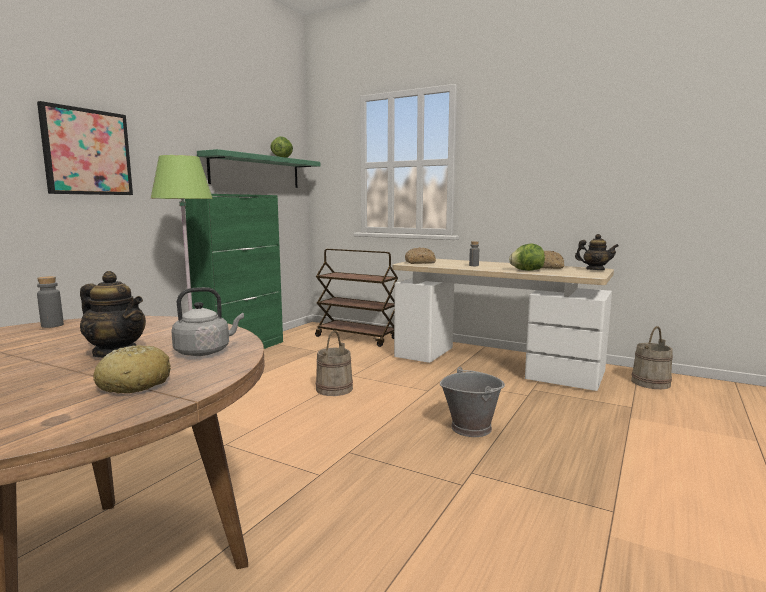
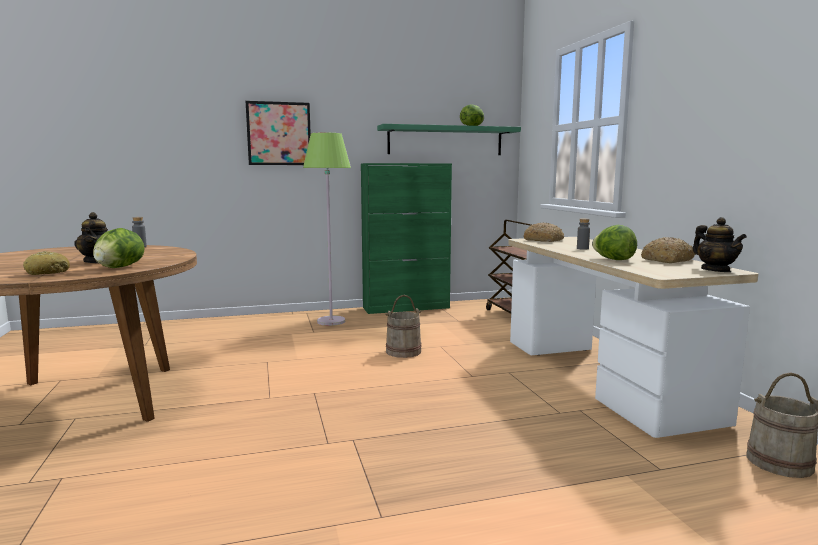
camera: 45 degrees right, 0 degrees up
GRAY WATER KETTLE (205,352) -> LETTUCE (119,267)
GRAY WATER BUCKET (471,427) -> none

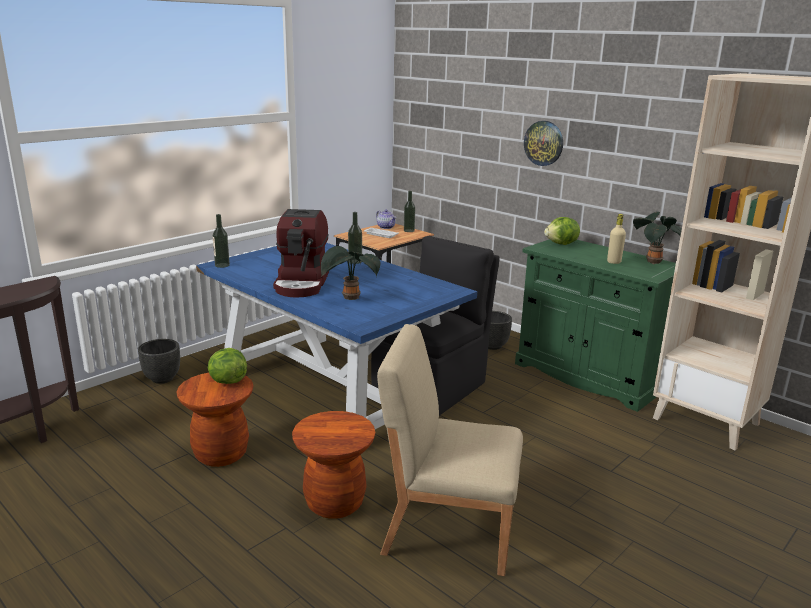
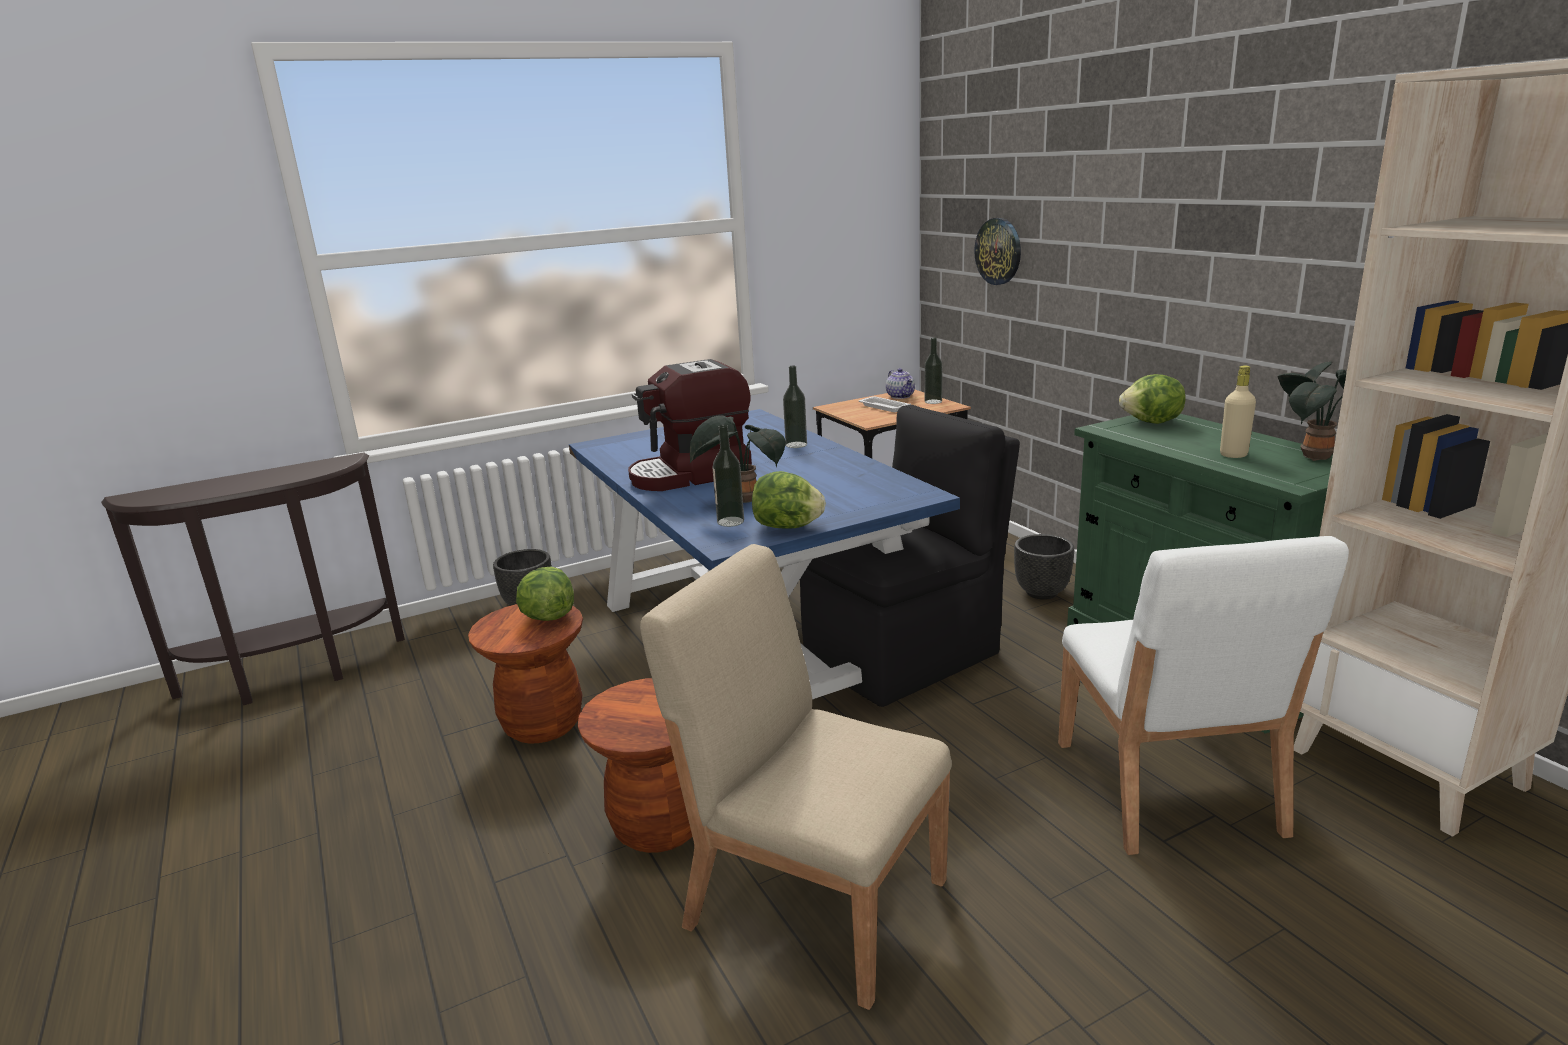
camera: 20 degrees right, 0 degrees up
HANGING CLOCK (544,143) -> HANGING CLOCK (998,251), moved
COFFEE BREWER (302,283) -> COFFEE BREWER (692,475), 45 degrees clockwise
DRINK BOTTLE (222,265) -> DRINK BOTTLE (730,521), moved
none -> LETTUCE (787,527)
none -> WHITE-COLOURED CHAIR (1166,788)

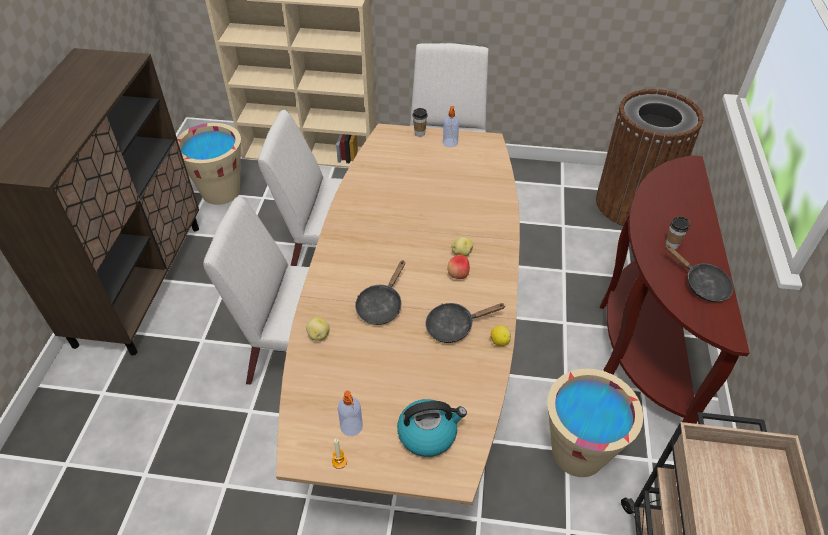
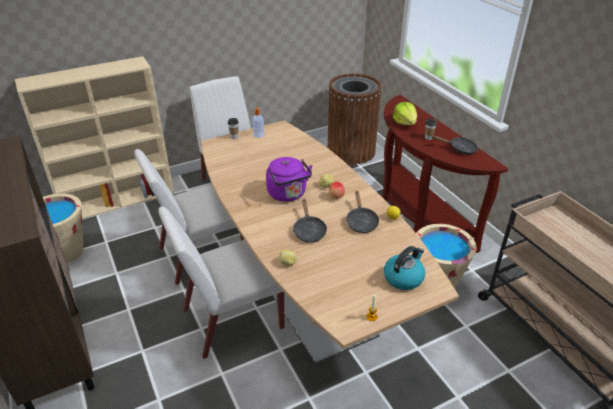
camera: 35 degrees left, 10 degrees down
BLACK-COLOURED FRYING PAN (454,326) -> BLACK-COLOURED FRYING PAN (361,222), 45 degrees counterclockwise
SOAP DISPENSER (352,427) -> none
none -> LETTUCE (405,122)
none -> PURPLE WATER KETTLE (288,194)

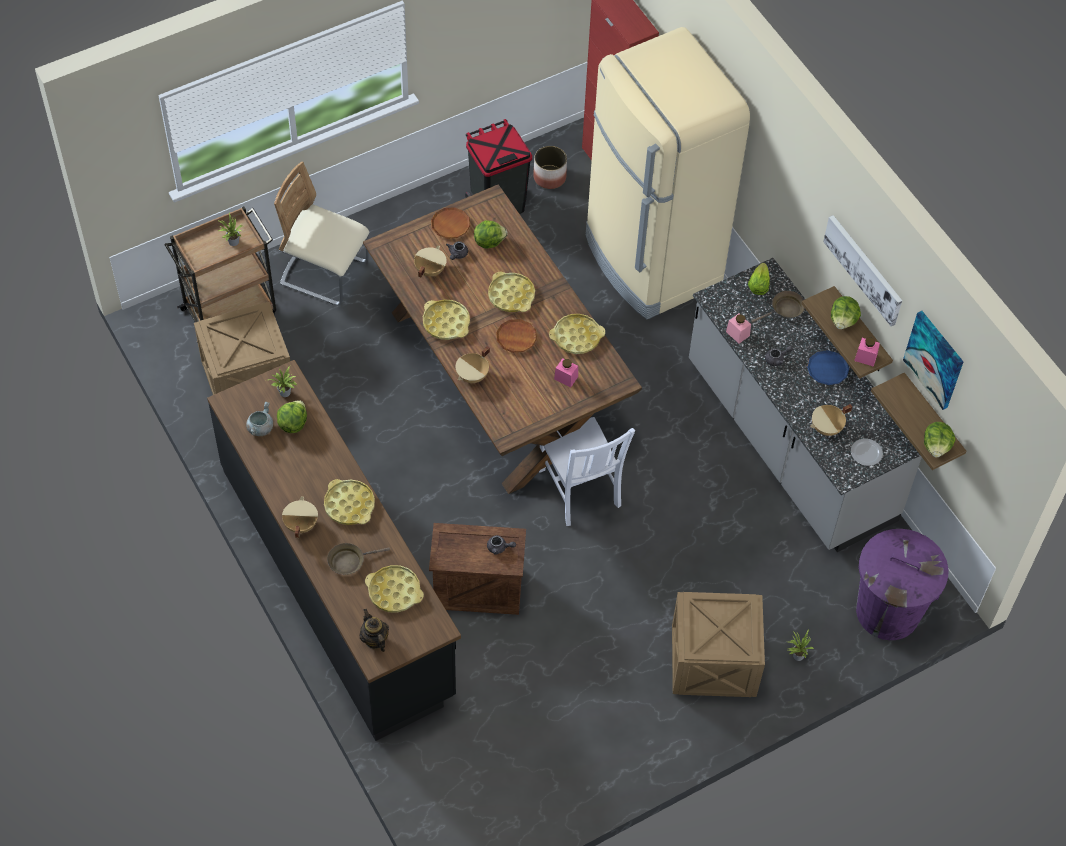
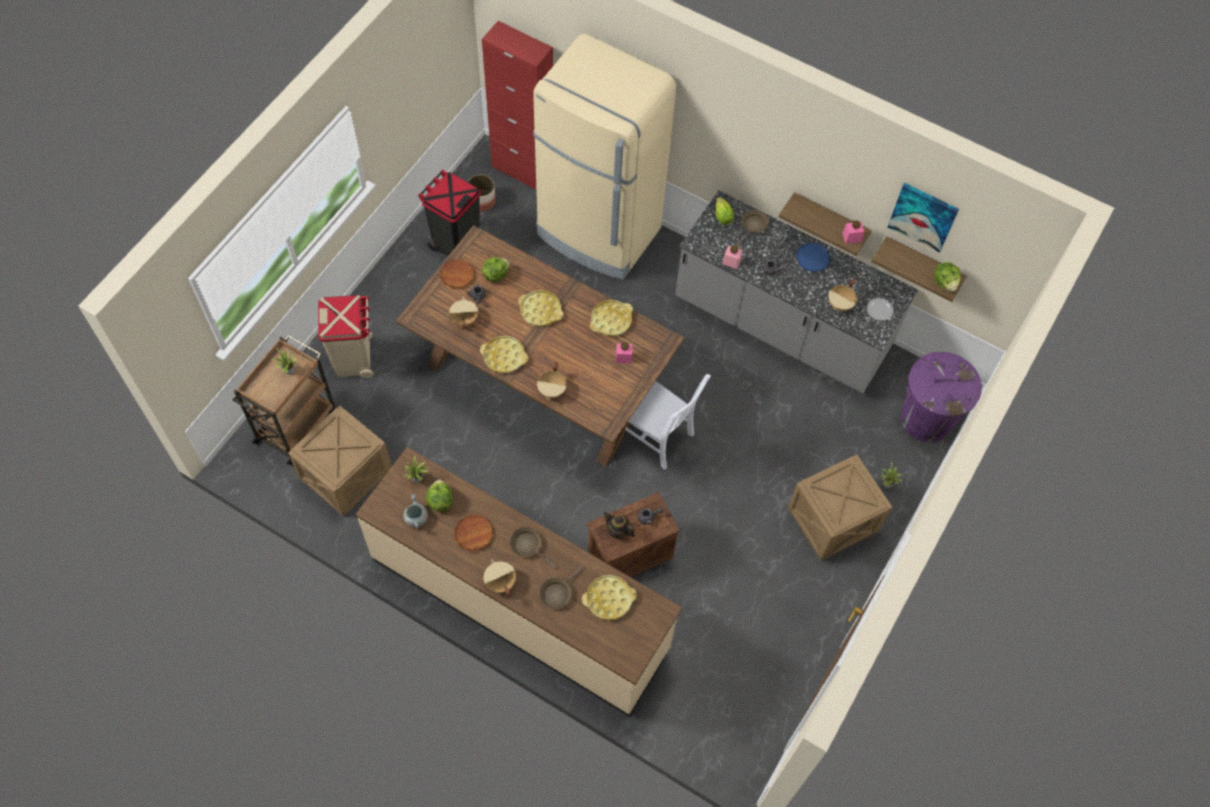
camera: 30 degrees left, 5 degrees up
BEIGE-COLOURED CHAIR (325,273) -> BEIGE-COLOURED WASTE BIN (354,358)
WALL PICTURE (864,269) -> none
LETTUCE (843,321) -> none
BROWN DINNER PLATE (516,338) -> BROWN DINNER PLATE (473,534), moved
BLACK-COLOURED KITCHEN COUNTER (338,581) -> BEIGE-COLOURED KITCHEN COUNTER (520,603)
YELLOWISH SERVING TRAY (349,505) -> BROWN FRYING PAN (528,546)
TEAPOT (374,640) -> TEAPOT (618,531), moved

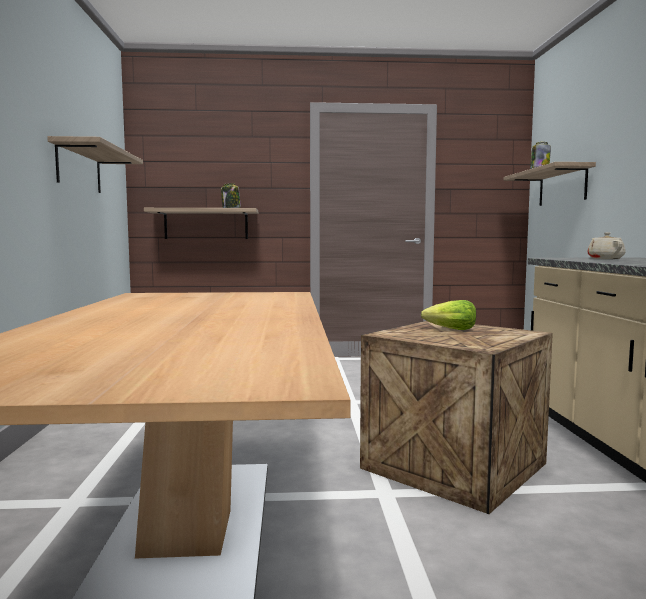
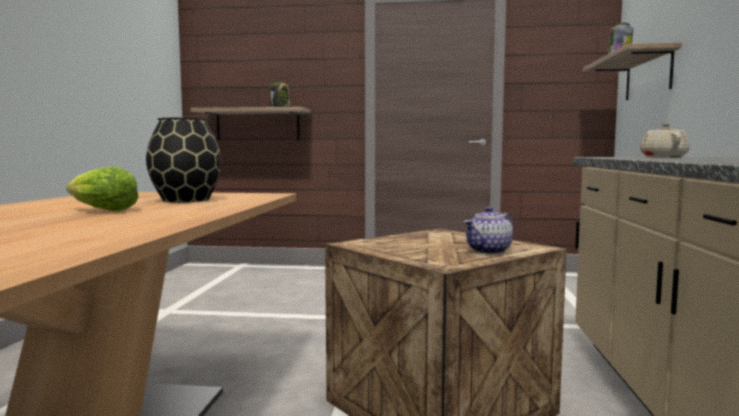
camera: 10 degrees right, 0 degrees up
BRACKET SHELF (79,168) -> none
LETTUCE (451,330) -> LETTUCE (101,210), moved
none -> BLACK-COLOURED DECORATIVE VASE (186,200)
none -> TEAPOT (489,251)

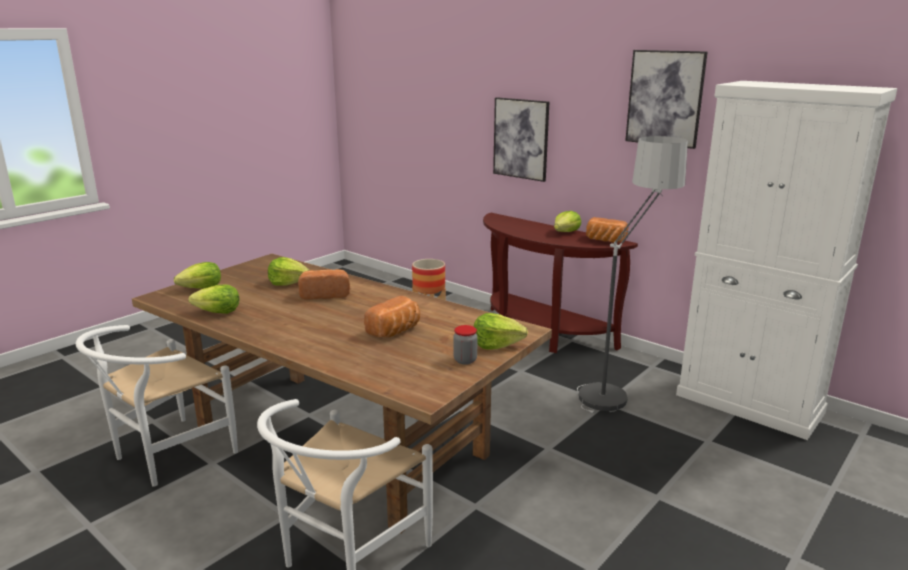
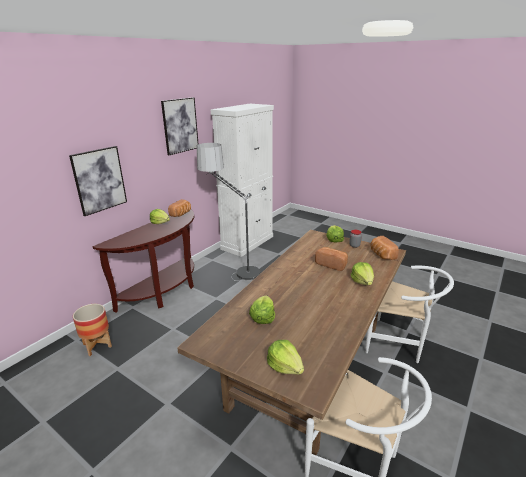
camera: 95 degrees left, 5 degrees up
BREAD (325,294) -> BREAD (381,255), moved
LETTUCE (218,312) -> LETTUCE (362,281), moved

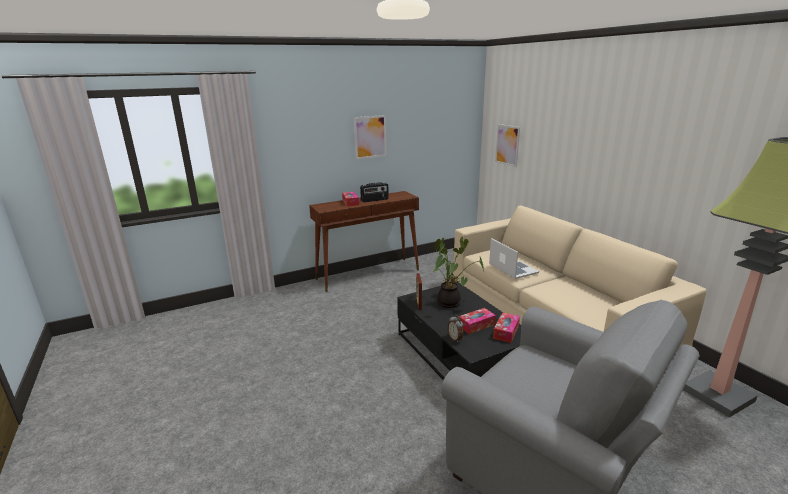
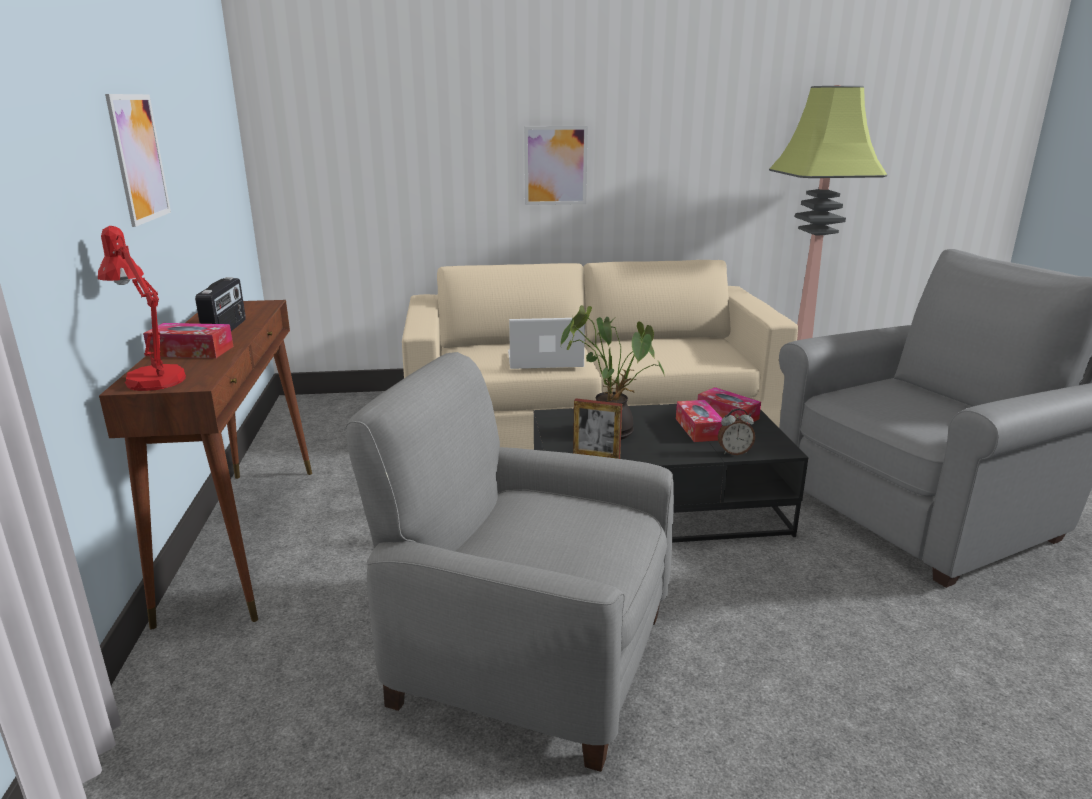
camera: 70 degrees left, 0 degrees up
WALL PICTURE (507,145) -> WALL PICTURE (555,165), moved
none -> RED TABLETOP LAMP (151,378)
none -> GRAY LOUNGE CHAIR (528,656)

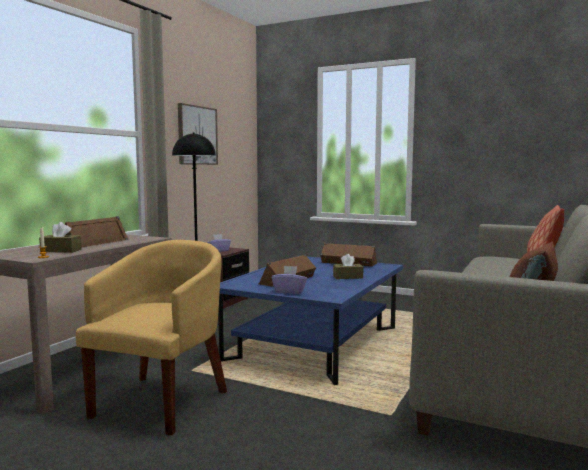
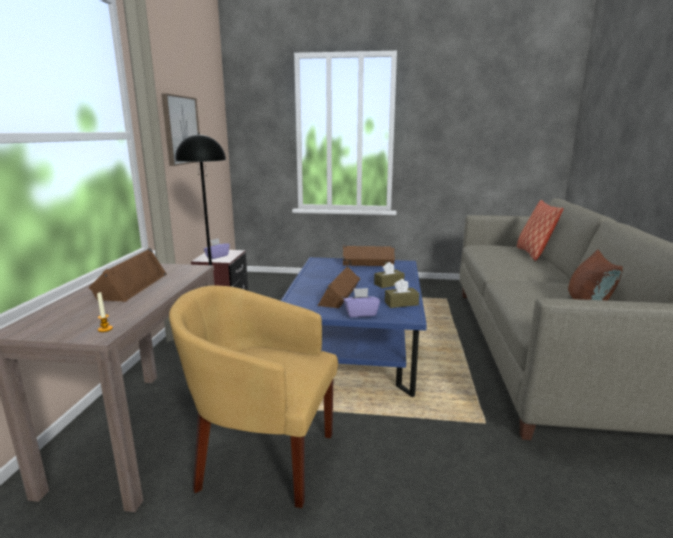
camera: 20 degrees left, 10 degrees up
BROWN BOX OF TISSUES (61,250) -> BROWN BOX OF TISSUES (401,303), moved
YELLOWISH LOUNGE CHAIR (162,401) -> YELLOWISH LOUNGE CHAIR (262,456), 75 degrees counterclockwise

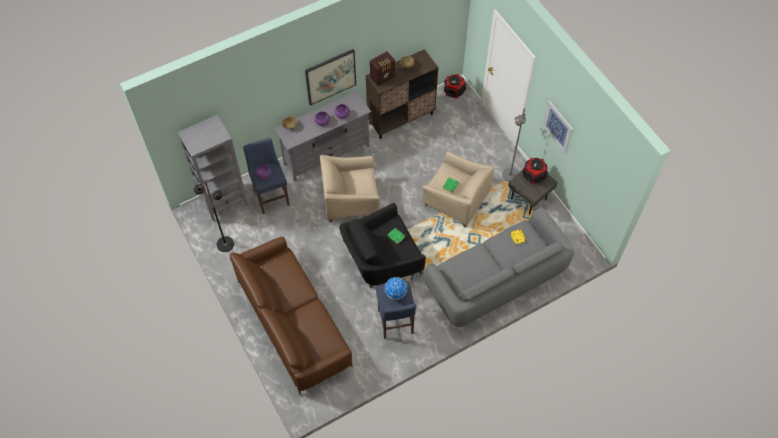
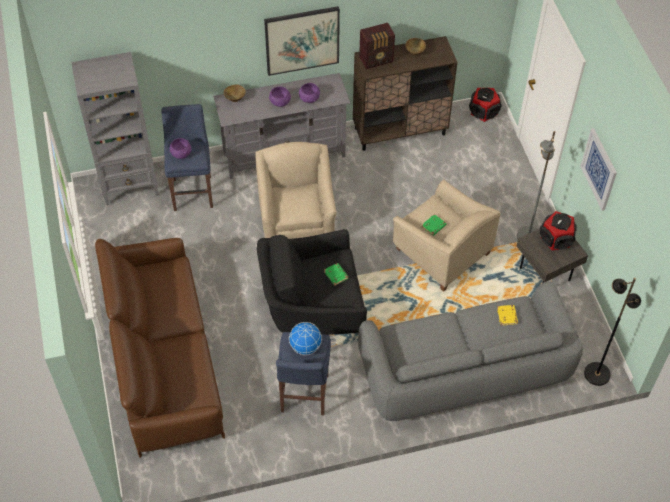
camera: 15 degrees right, 5 degrees down
BEIGE-COLOURED LOUNGE CHAIR (350,199) -> BEIGE-COLOURED LOUNGE CHAIR (297,218), 75 degrees clockwise
BLACK-COLOURED STANDARD LAMP (225,244) -> BLACK-COLOURED STANDARD LAMP (596,373), moved

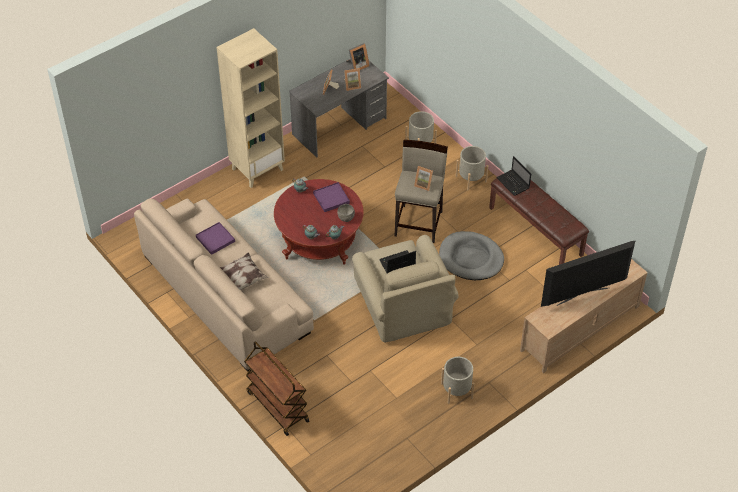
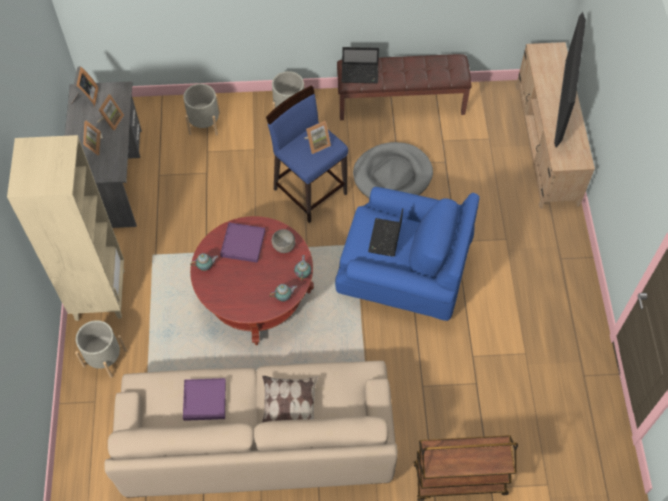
camera: 55 degrees left, 10 degrees up
BEIGE-COLOURED SITTING STOOL (419,223) -> BLUE SITTING STOOL (310,190)
BEIGE-COLOURED LOUNGE CHAIR (402,302) -> BLUE LOUNGE CHAIR (403,270)
GRAY PLANTER (456,391) -> GRAY PLANTER (104,358), moved

